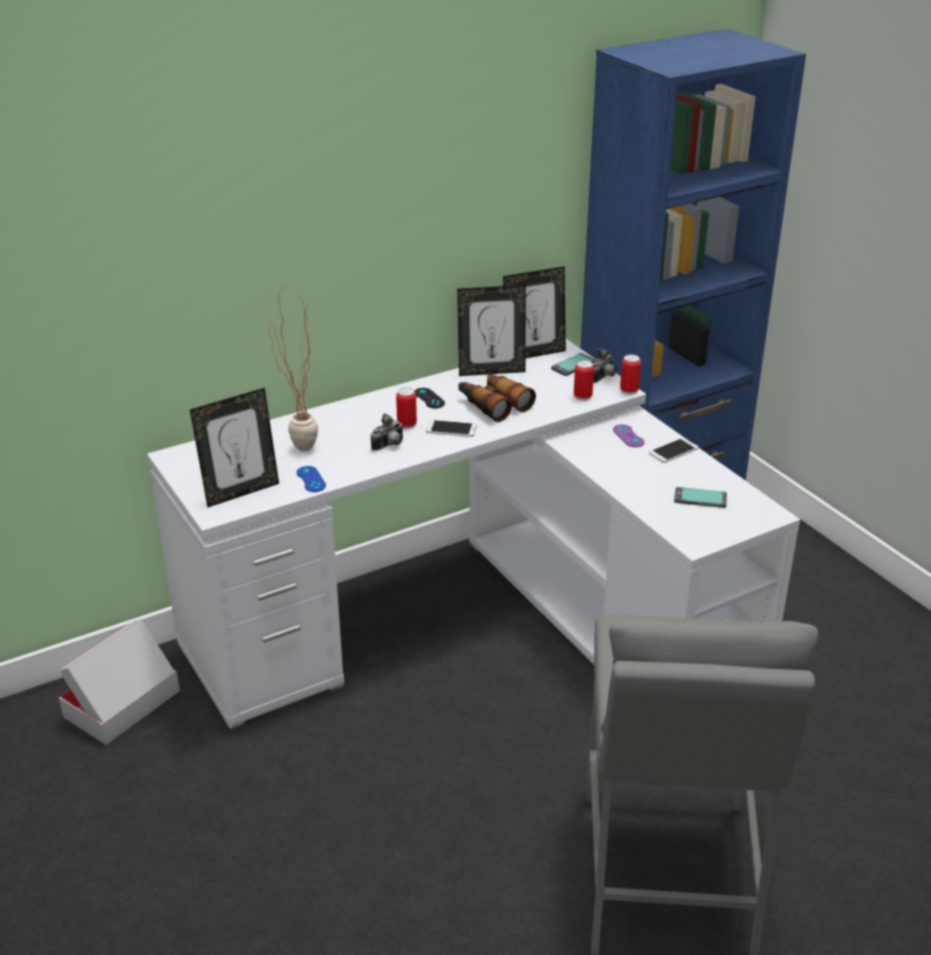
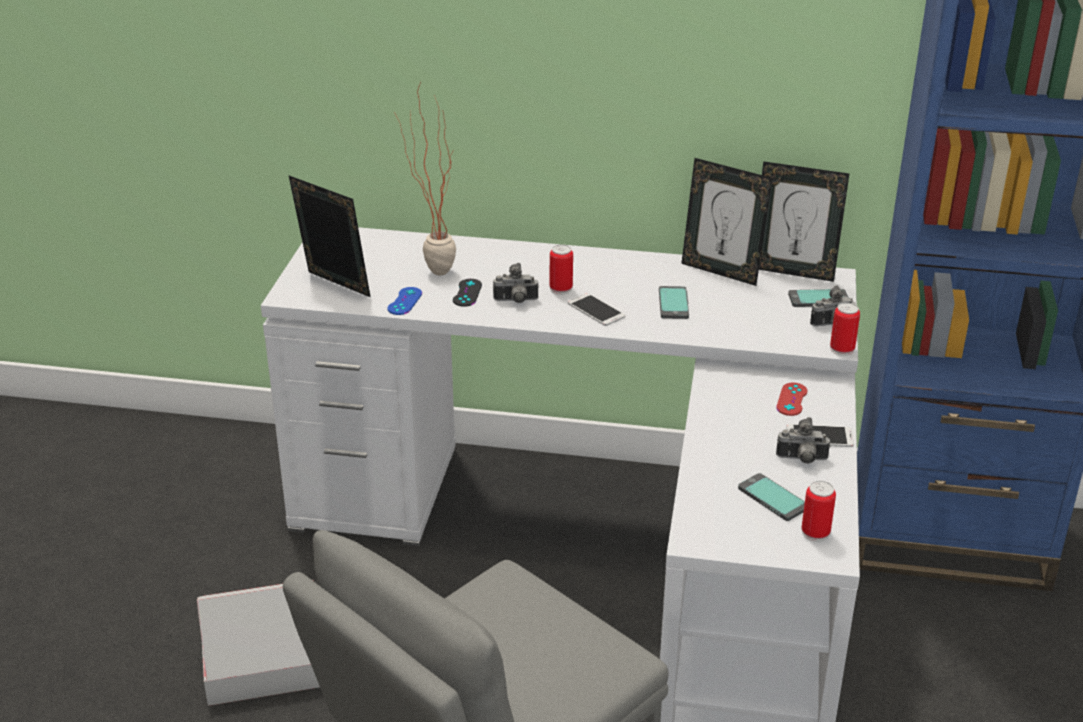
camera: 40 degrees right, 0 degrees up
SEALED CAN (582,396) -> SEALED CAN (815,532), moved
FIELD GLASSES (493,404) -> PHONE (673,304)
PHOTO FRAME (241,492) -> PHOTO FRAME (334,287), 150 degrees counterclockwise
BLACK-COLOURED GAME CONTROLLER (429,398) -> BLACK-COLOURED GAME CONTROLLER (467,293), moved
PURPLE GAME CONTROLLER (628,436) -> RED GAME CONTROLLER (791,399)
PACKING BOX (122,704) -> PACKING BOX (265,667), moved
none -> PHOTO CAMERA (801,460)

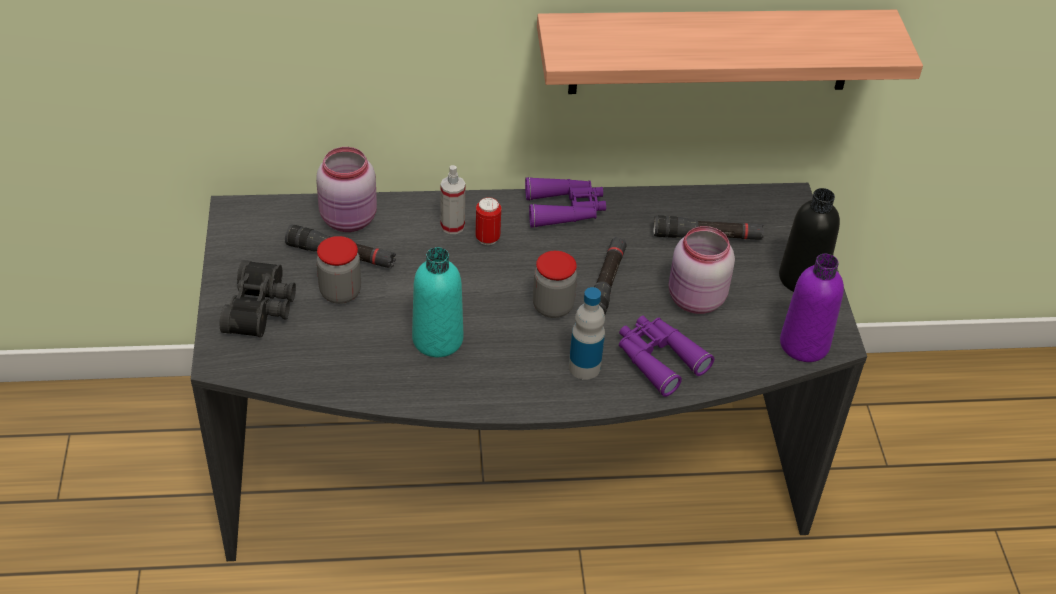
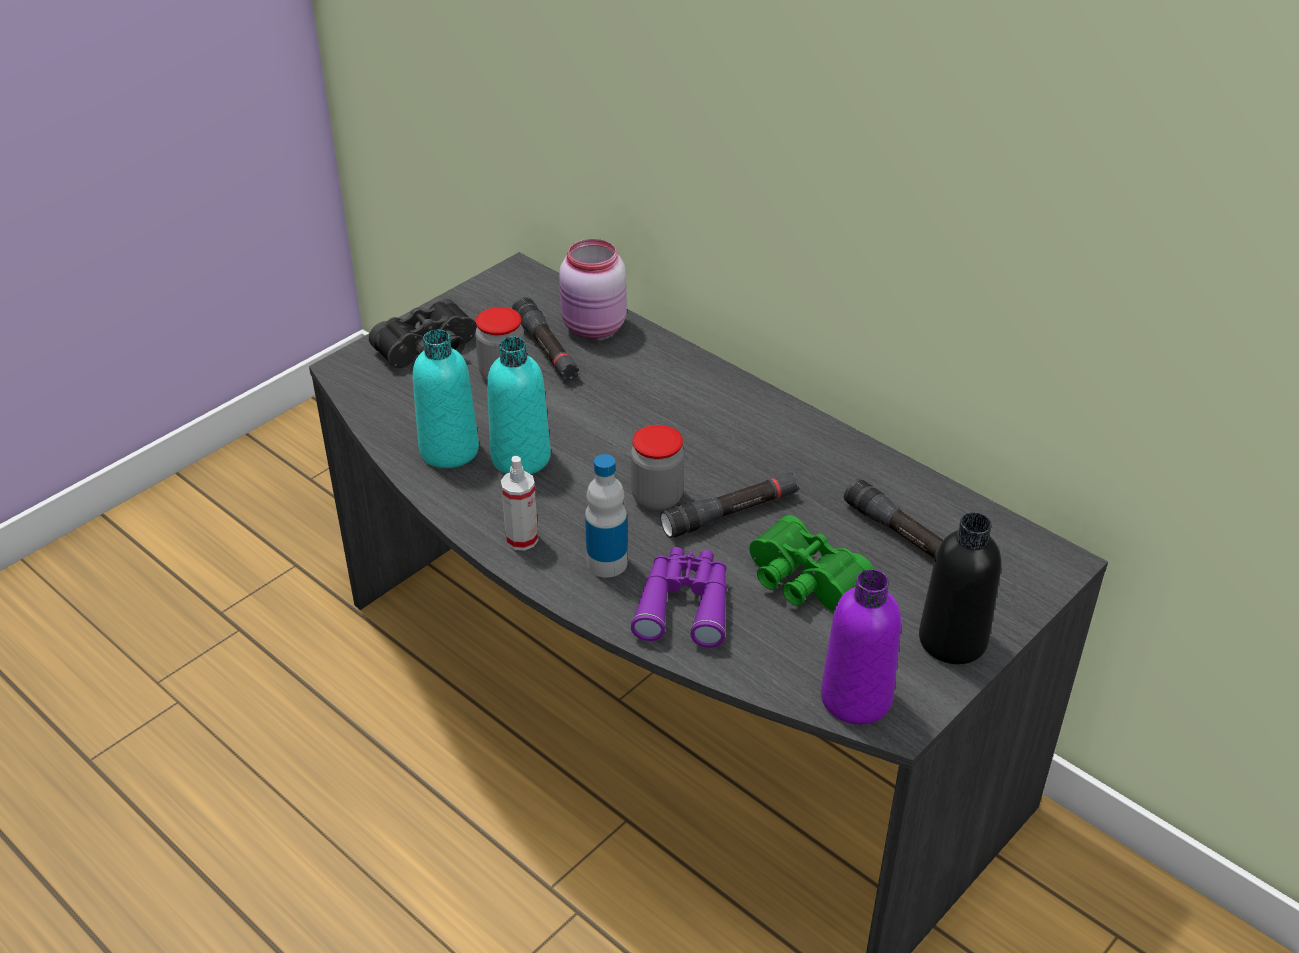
camera: 50 degrees right, 5 degrees down
BRACKET SHELF (712,51) -> none
HAND SPRAYER (452,226) -> HAND SPRAYER (522,539), moved
PURPLE FIELD GLASSES (565,209) -> none
SEALED CAN (487,238) -> none
PINK STORAGE JAR (695,300) -> GREENISH FIELD GLASSES (802,582)
none -> TURQUOISE DRINK BOTTLE (449,450)

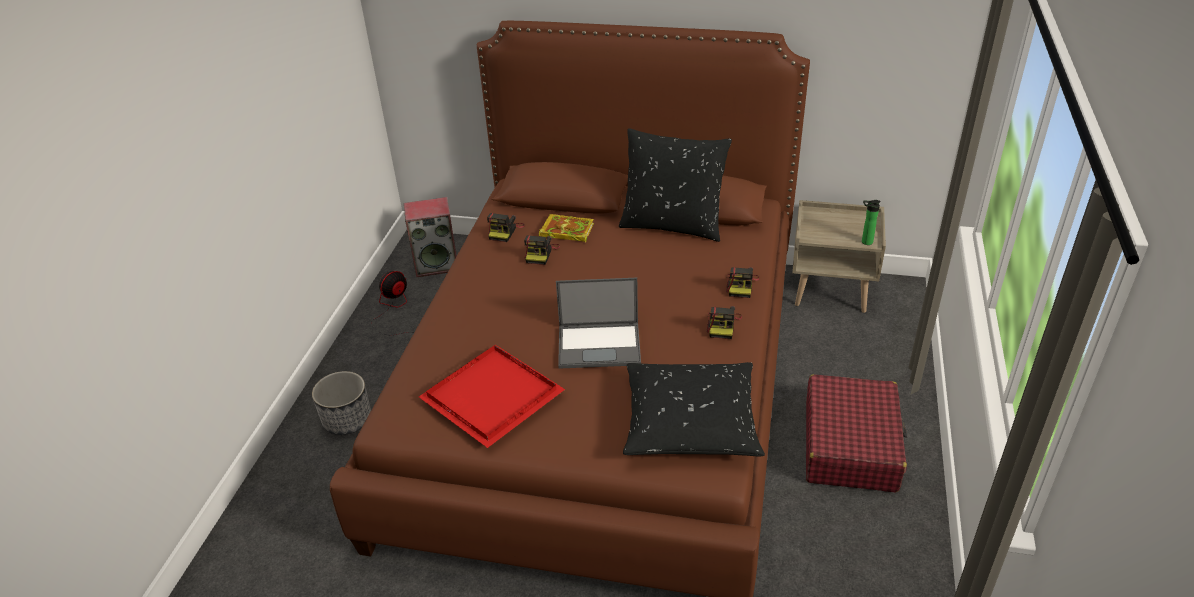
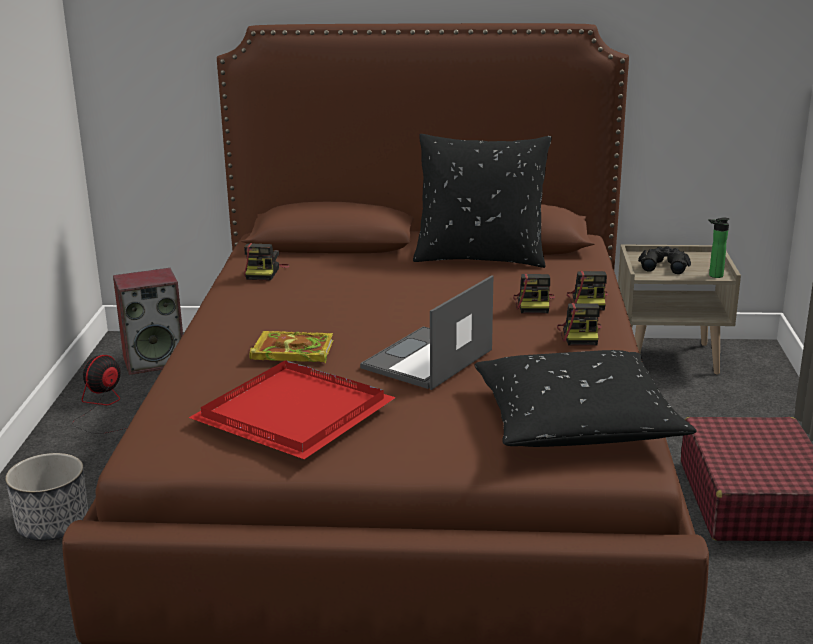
camera: 10 degrees left, 15 degrees down
VOLUME (565,231) -> VOLUME (290,352), moved
PHOTO CAMERA (541,253) -> PHOTO CAMERA (534,304), moved
PORTABLE COMPUTER (600,345) -> PORTABLE COMPUTER (427,360), 135 degrees clockwise
none -> BLACK-COLOURED FIELD GLASSES (664,265)

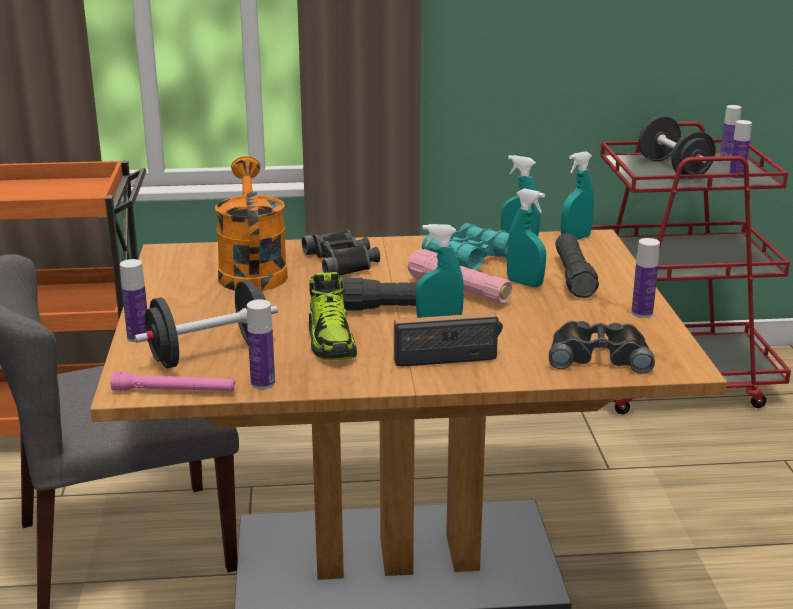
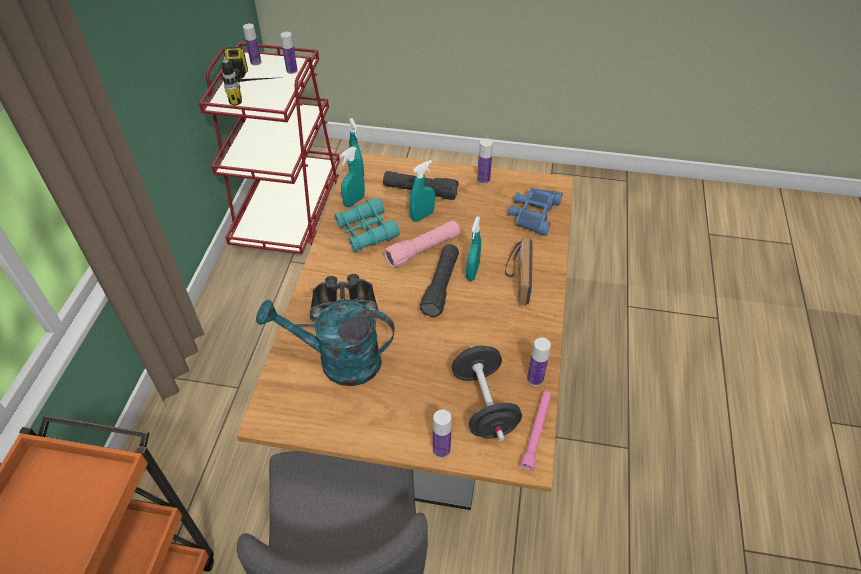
camera: 75 degrees left, 25 degrees up
BLACK-COLOURED DUMBBELL (673,169) -> ELECTRIC DRILL (257,89)
ORANGE SPRINKLING CAN (251,271) -> TURQUOISE SPRINKLING CAN (338,361)
ITEM OF FOOTWEAR (331,342) -> none
BLACK-COLOURED FIELD GLASSES (599,355) -> BLUE FIELD GLASSES (533,213)

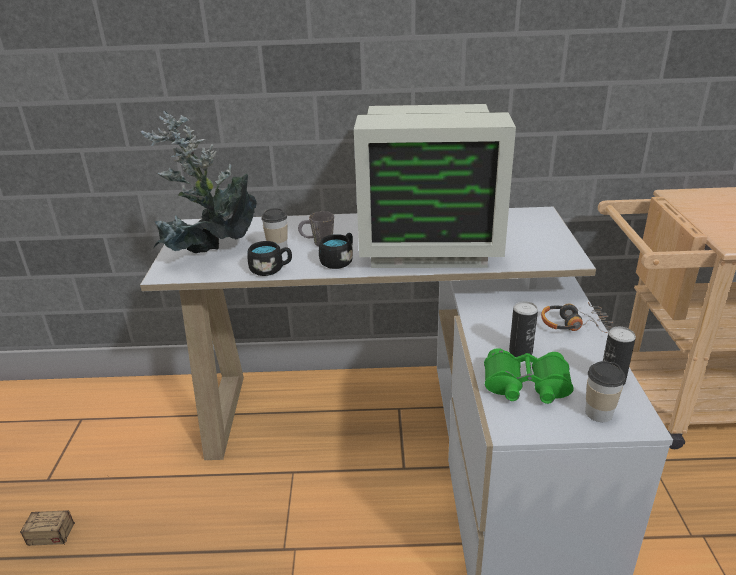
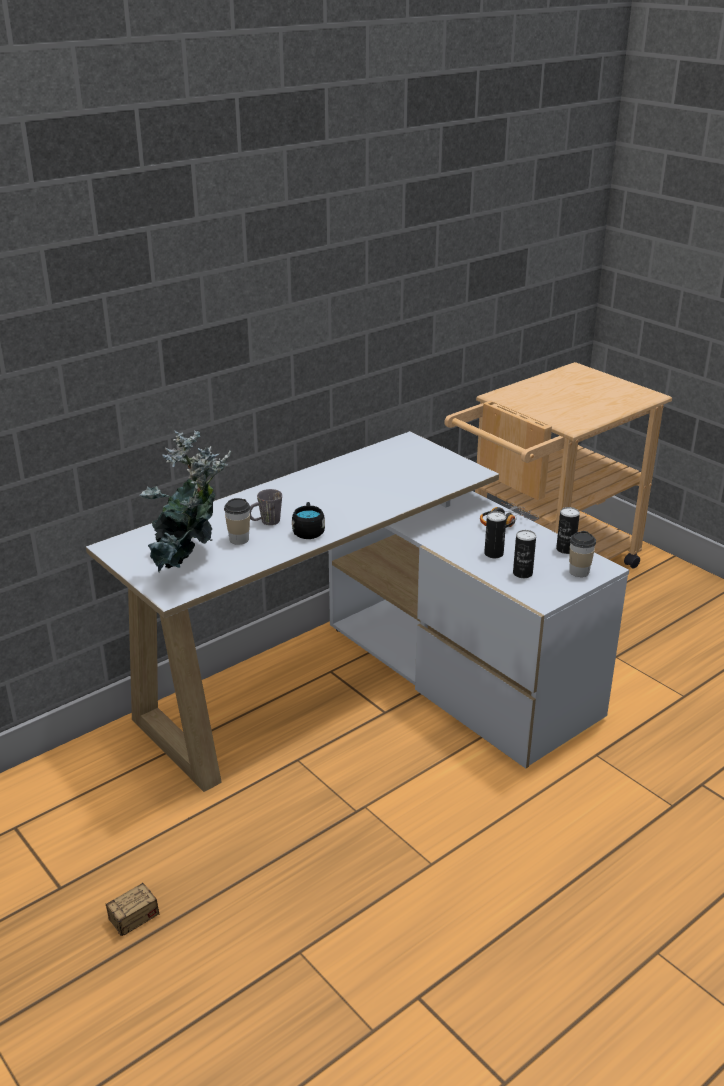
camera: 40 degrees left, 0 degrees up
MONITOR (427,241) -> none
BLACK-COLOURED MUG (271,269) -> none
GREENISH FIELD GLASSES (526,386) -> SEALED CAN (522,573)

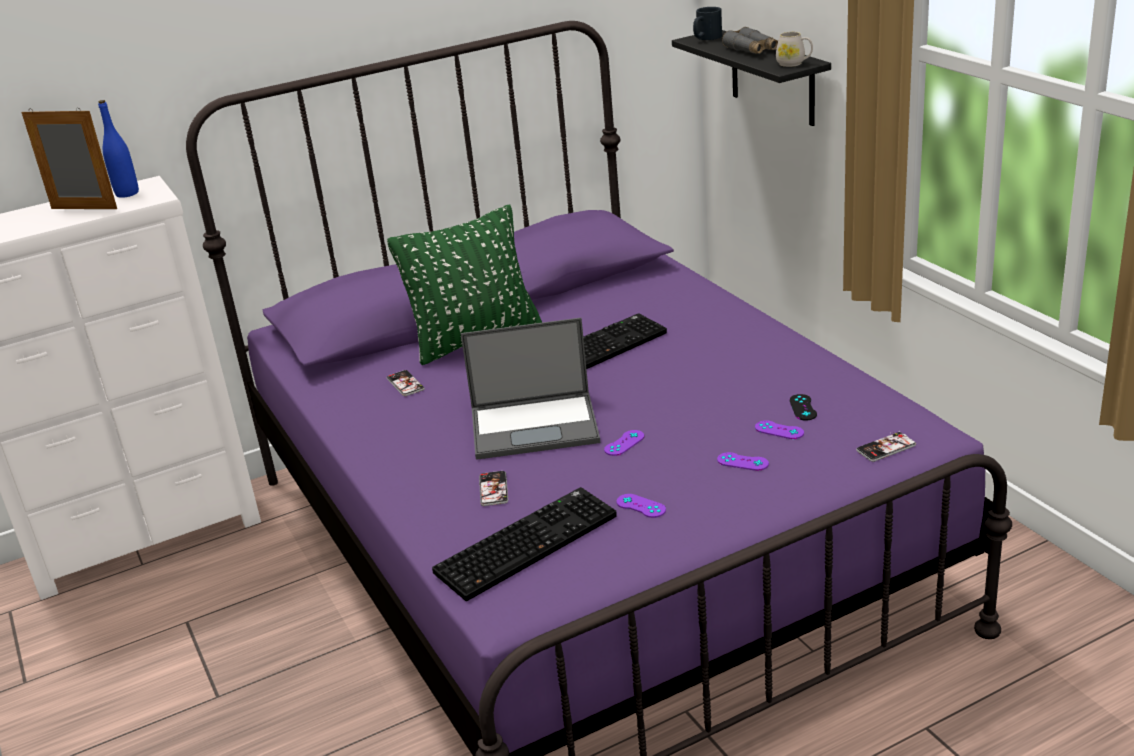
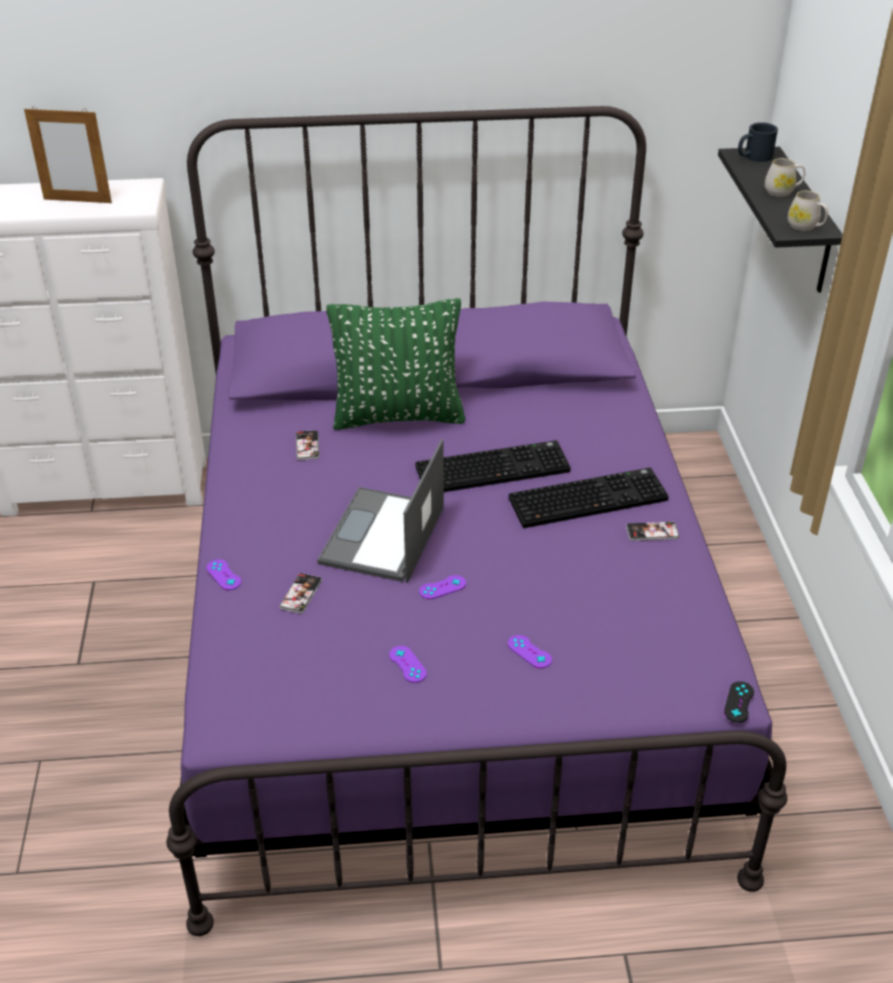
camera: 20 degrees right, 10 degrees up
GRAY FIELD GLASSES (752,50) -> WHITE-COLOURED MUG (782,191)
BLUE DRINK BOTTLE (127,193) -> none
PHOTO FRAME (84,208) -> PHOTO FRAME (77,201), 150 degrees clockwise
PORTABLE COMPUTER (536,425) -> PORTABLE COMPUTER (382,536), 90 degrees clockwise
BLACK-COLOURED GAME CONTROLLER (803,407) -> BLACK-COLOURED GAME CONTROLLER (739,702), moved
PURPLE GAME CONTROLLER (779,430) -> PURPLE GAME CONTROLLER (223,575), moved
PHONE (886,448) -> PHONE (652,532), moved
PC KEYBOARD (526,542) -> PC KEYBOARD (588,498), moved

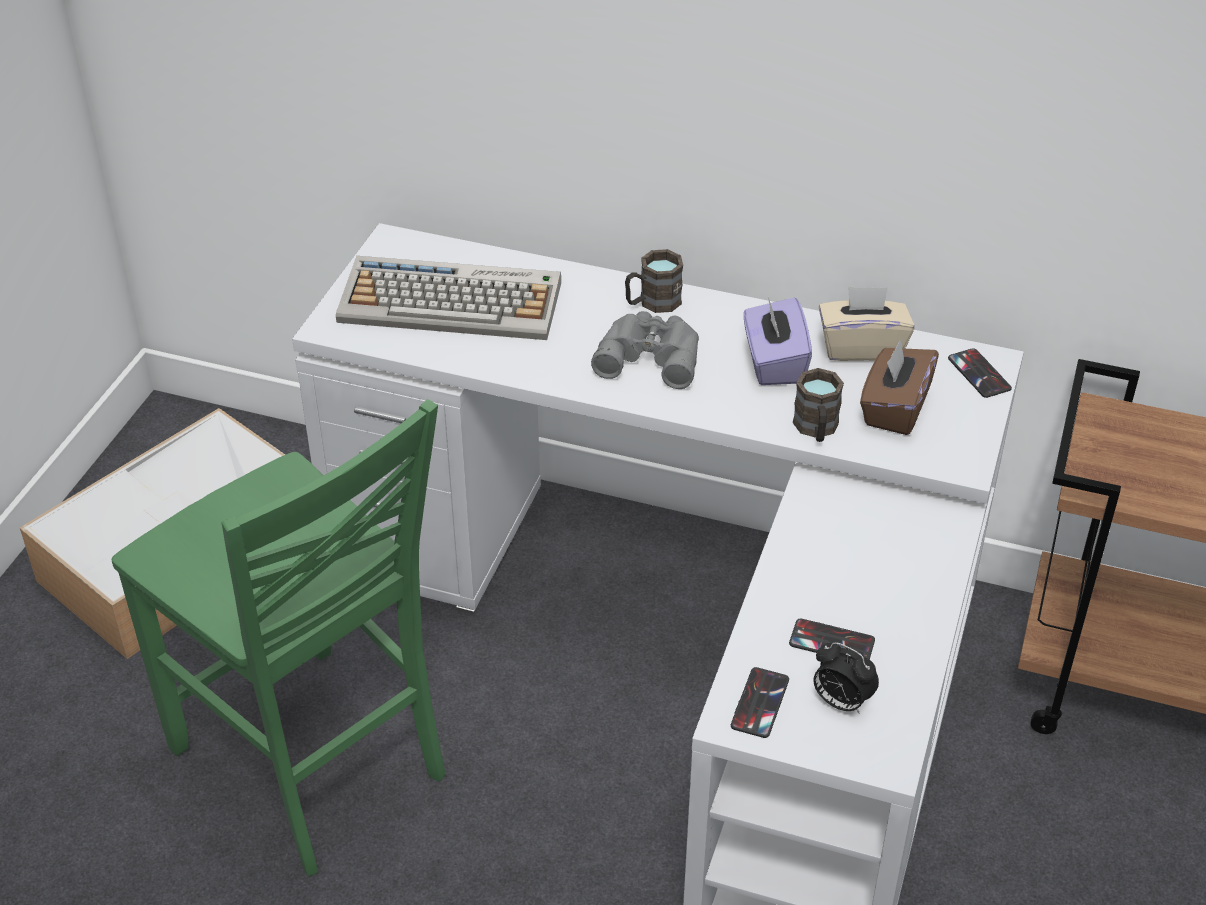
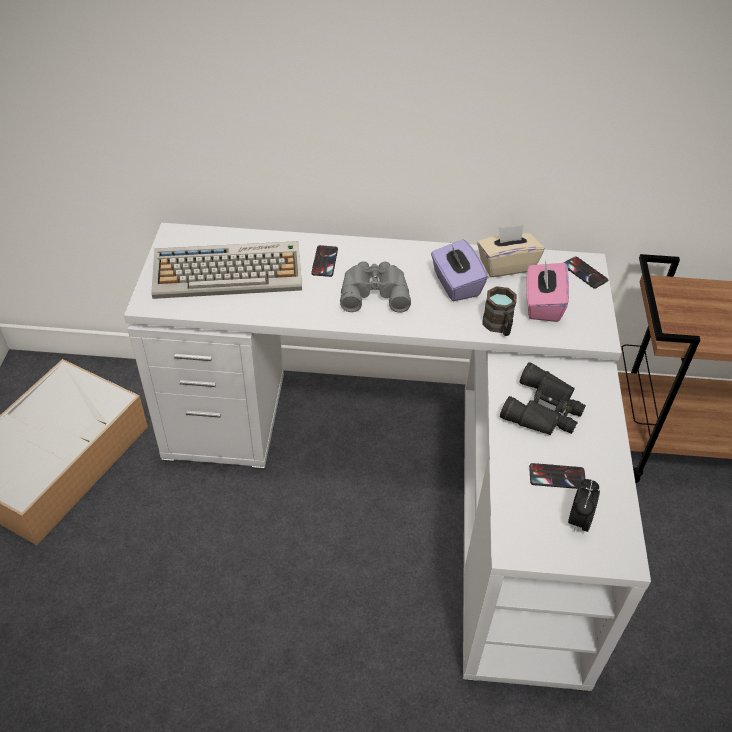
camera: 15 degrees left, 5 degrees up
BROWN MUG (652,303) -> none
BROWN BOX OF TISSUES (894,409) -> PINK BOX OF TISSUES (542,305)
GREENISH CHAIR (313,764) -> none
BEDSIDE CLOCK (840,702) -> BEDSIDE CLOCK (578,520), 90 degrees clockwise
PHONE (759,703) -> PHONE (324,261), moved
none -> BLACK-COLOURED FIELD GLASSES (545,410)

